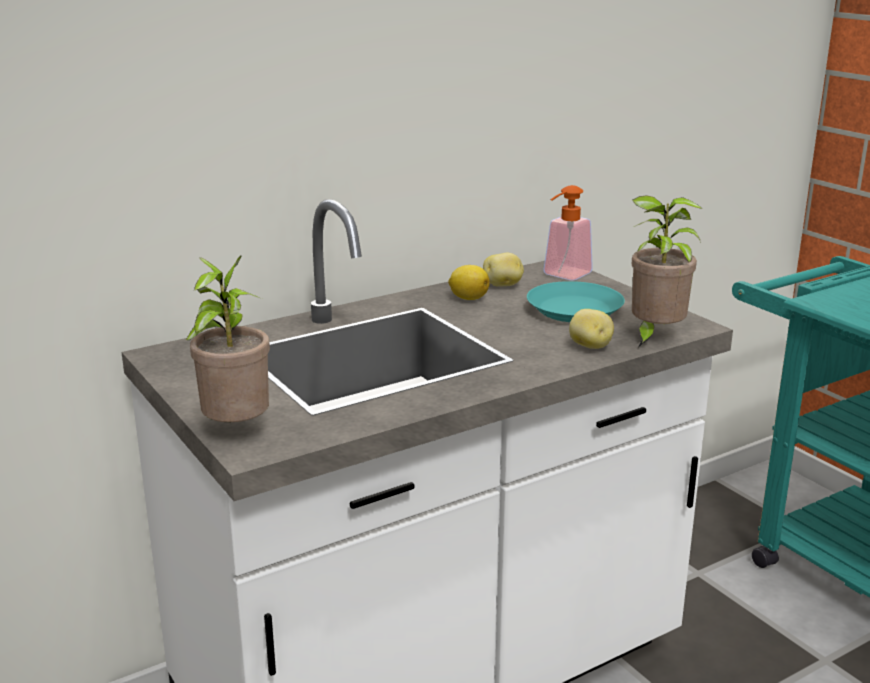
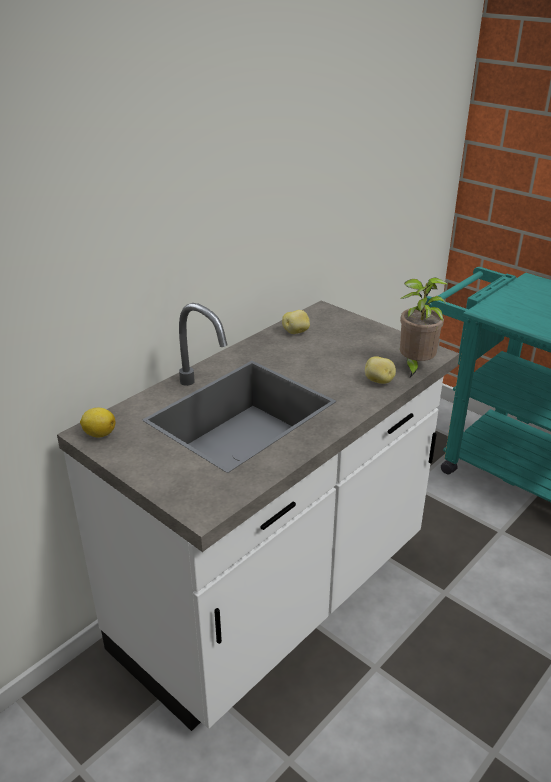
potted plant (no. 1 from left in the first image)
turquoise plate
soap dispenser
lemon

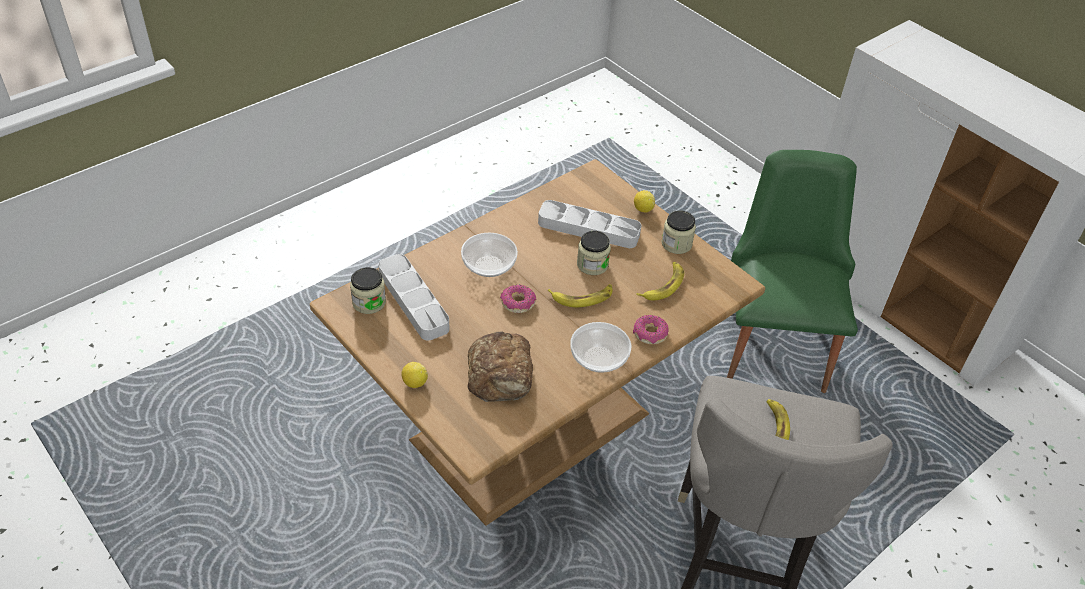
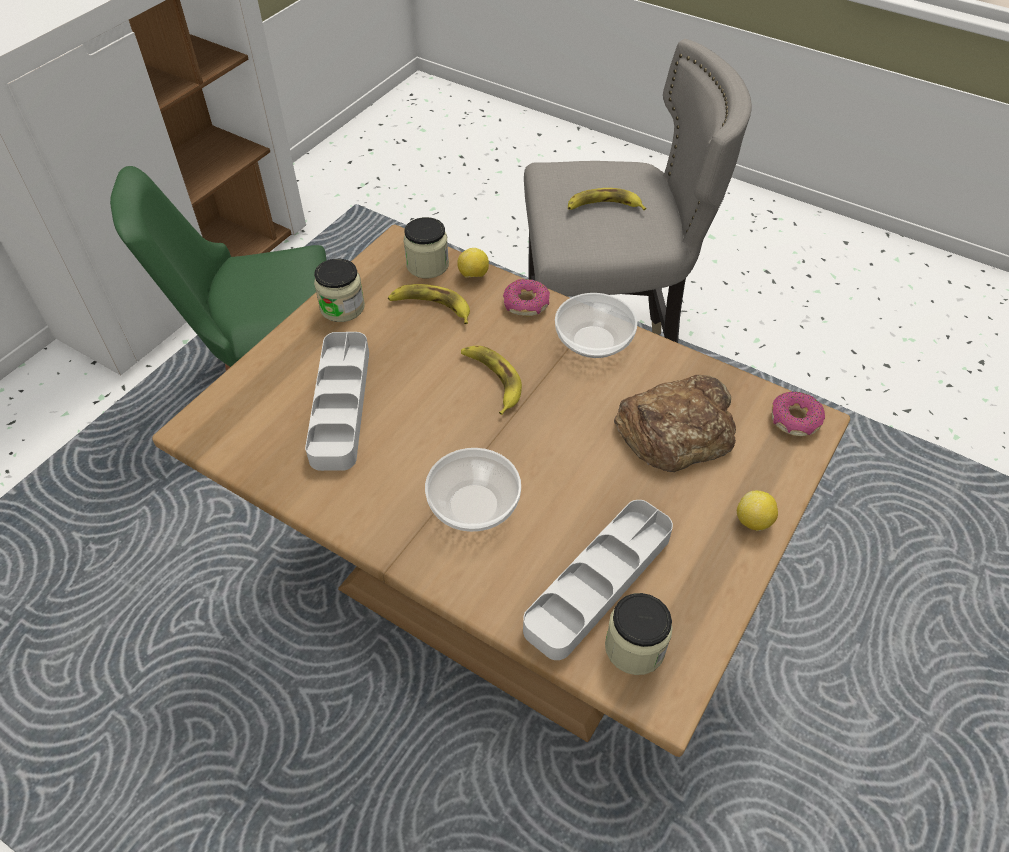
donut (no. 2 from left)
jar (no. 2 from left)
lemon (no. 1 from left)

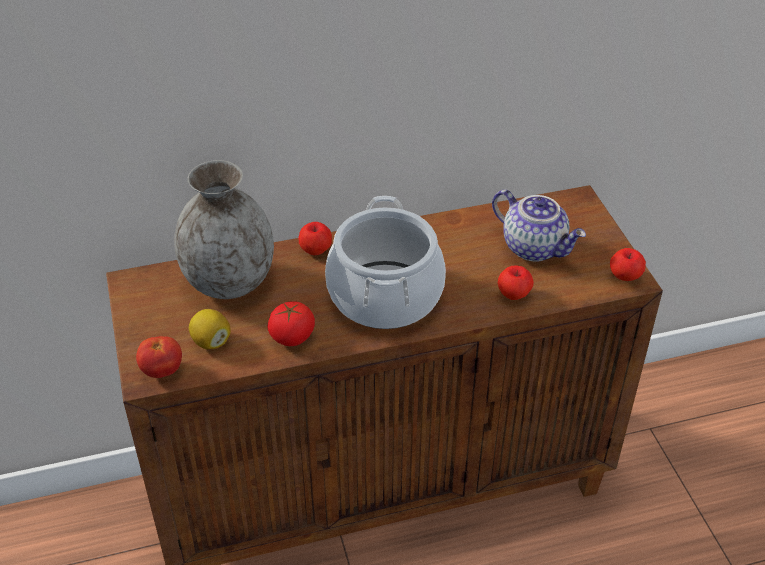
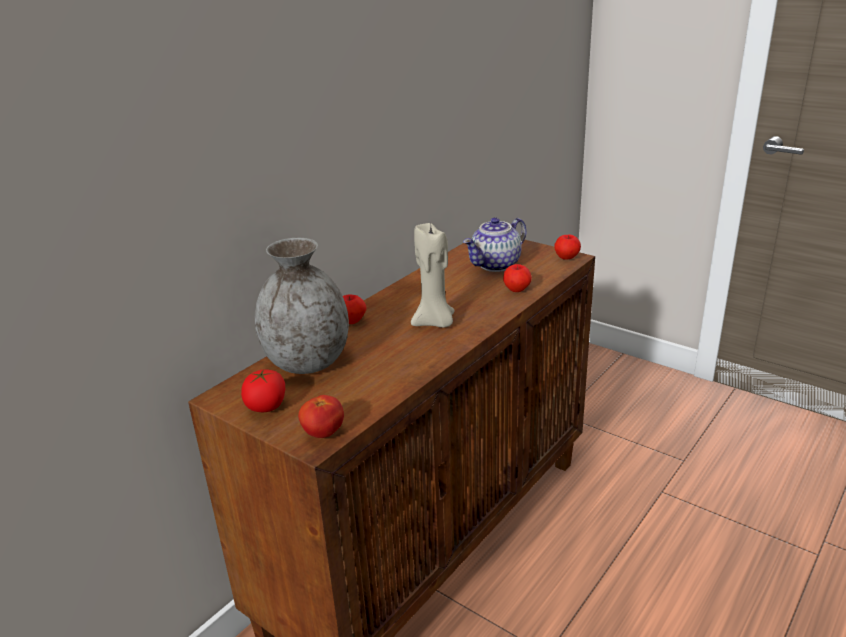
lemon
tomato (no. 1 from left)
beige candle
teapot

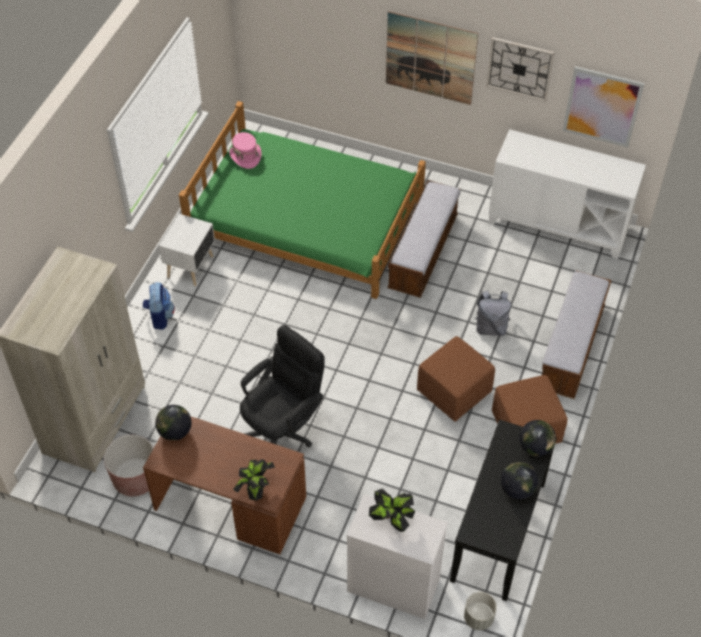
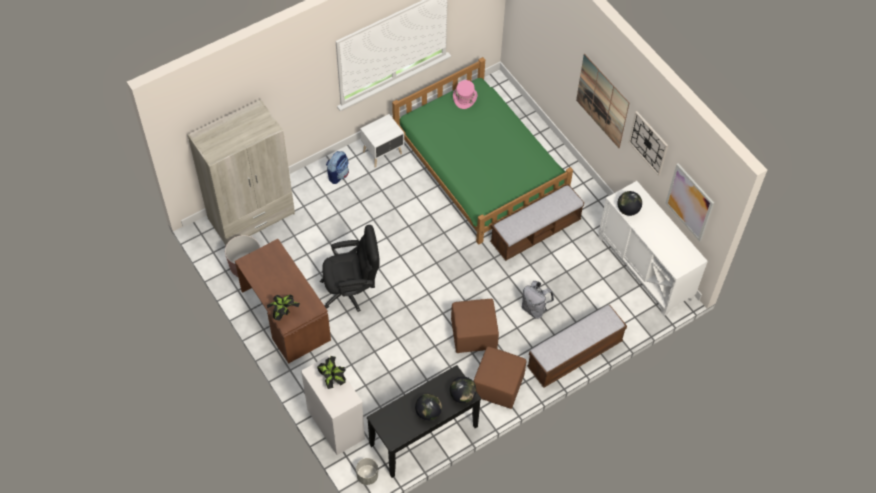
globe (no. 3 from left)

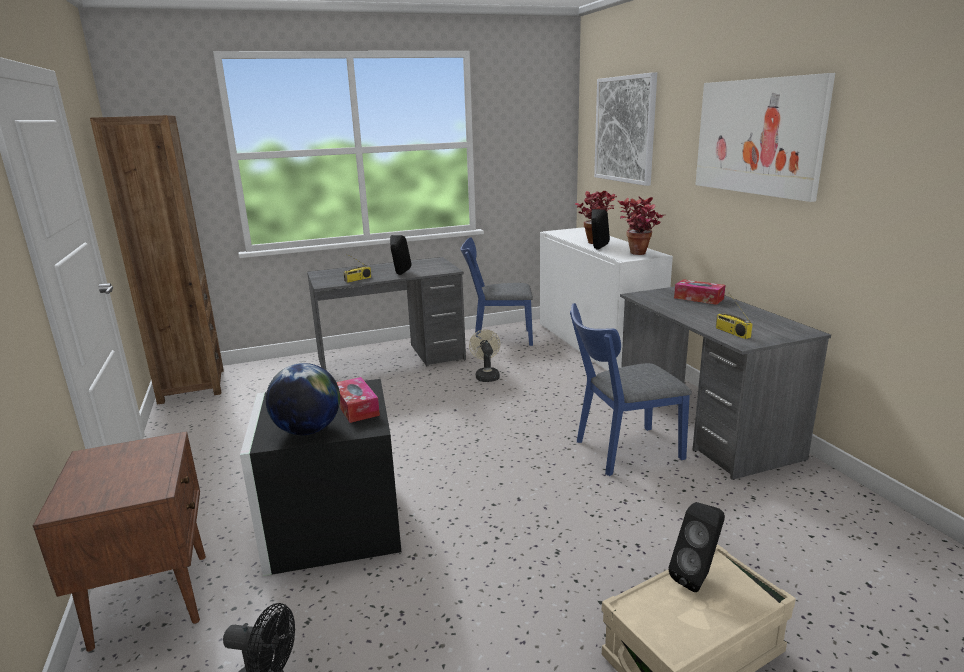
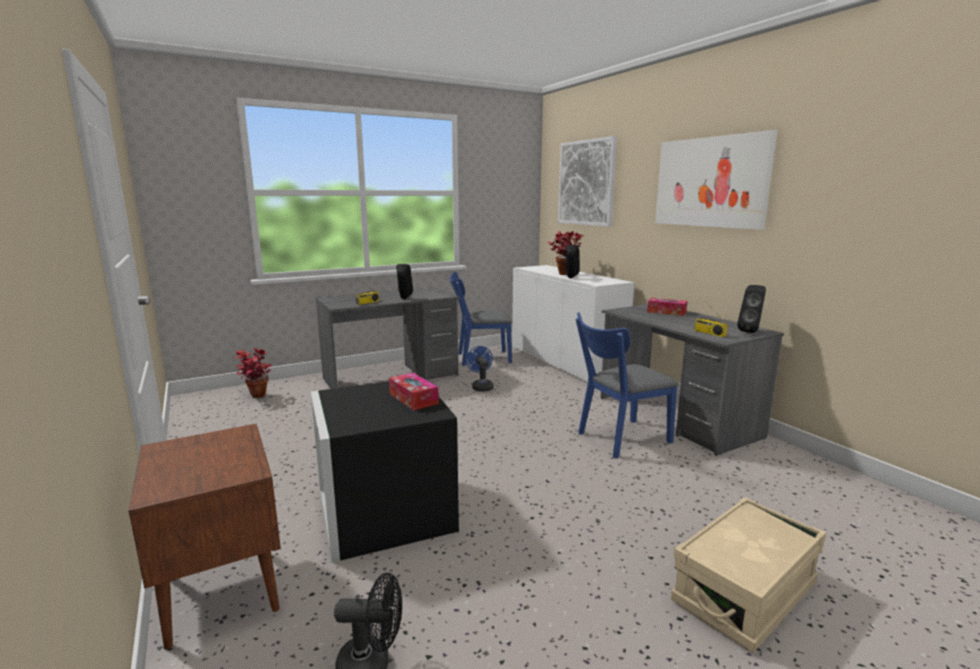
brown bookcase
globe
potted plant (no. 1 from left)
black speaker (no. 3 from left)
blue fan

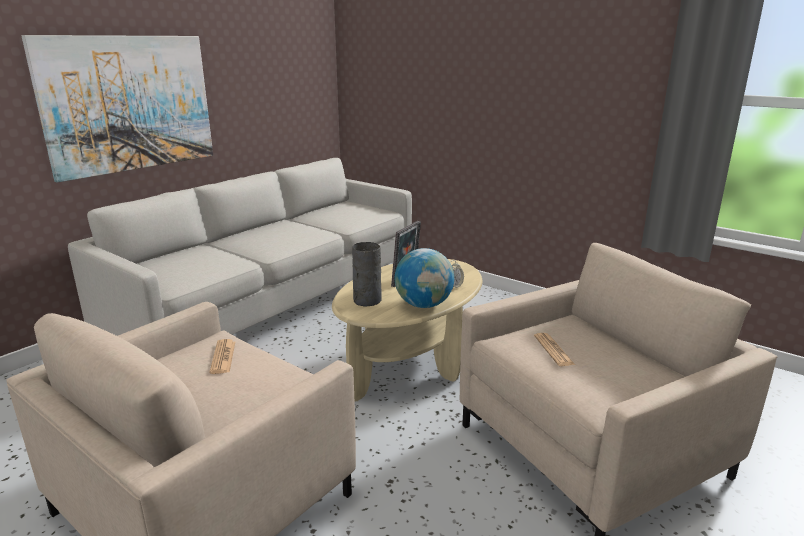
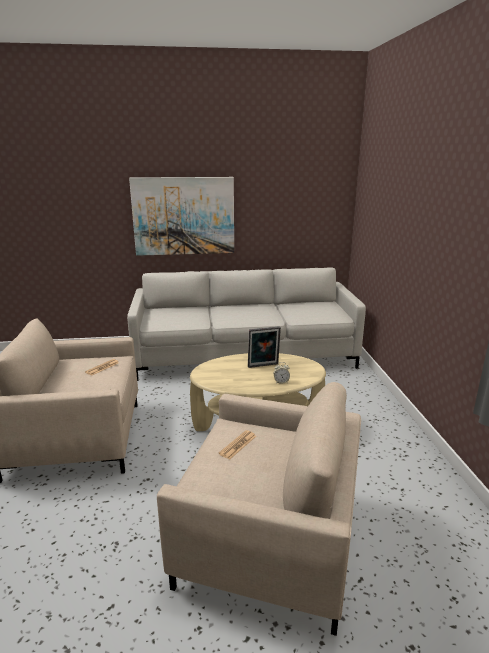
grey vase
globe

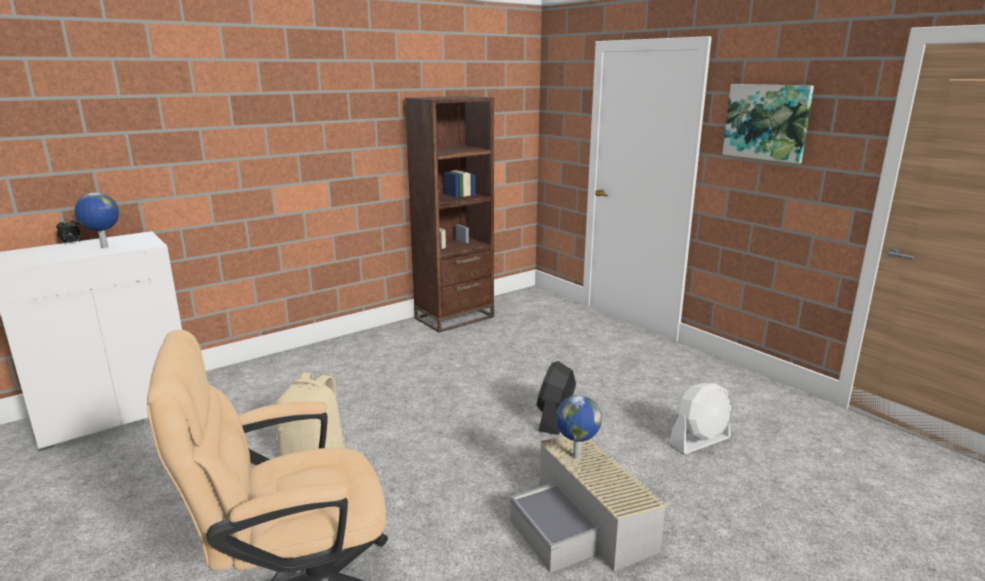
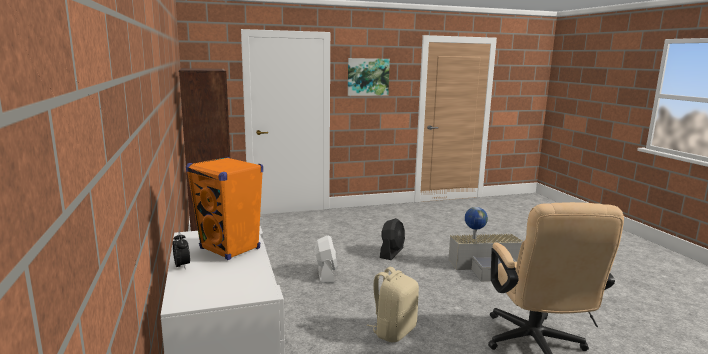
white fan
orange speaker
black fan

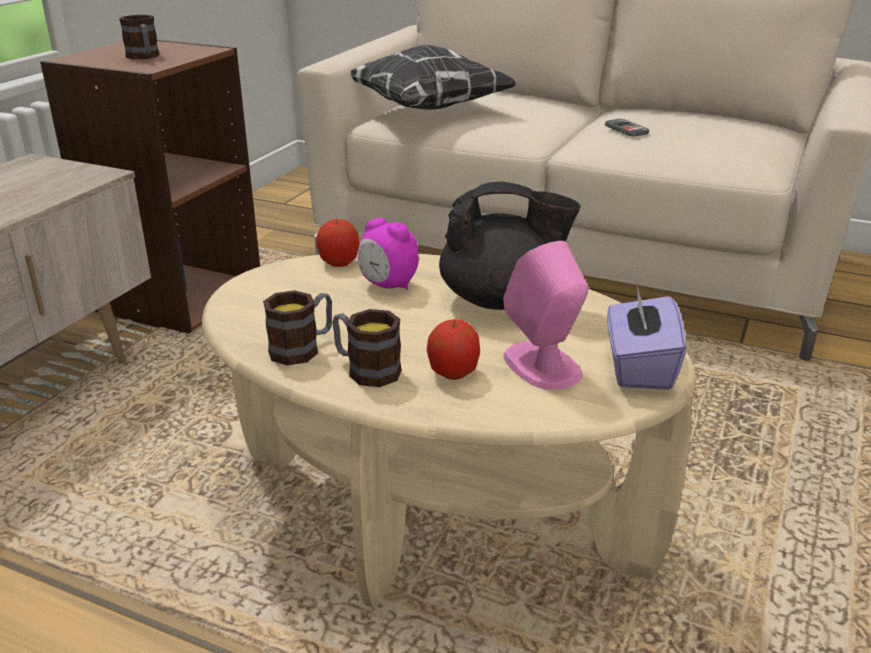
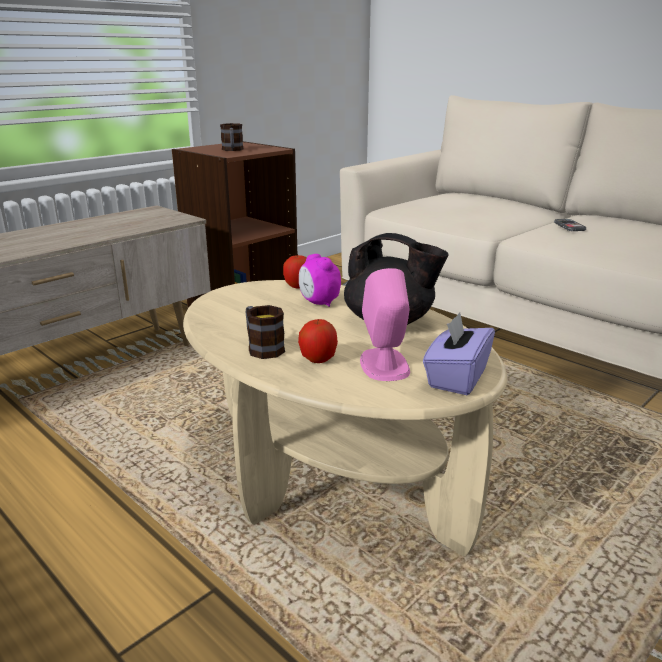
mug (no. 2 from left in the first image)
pillow

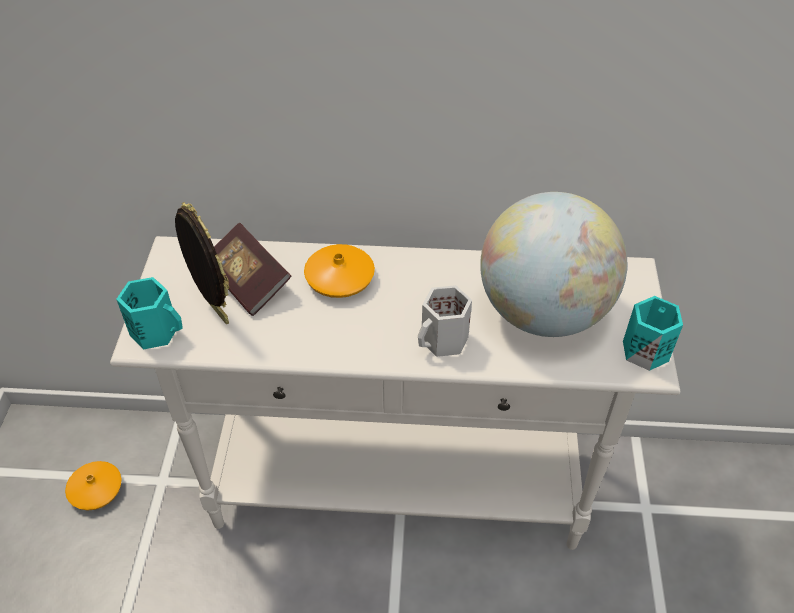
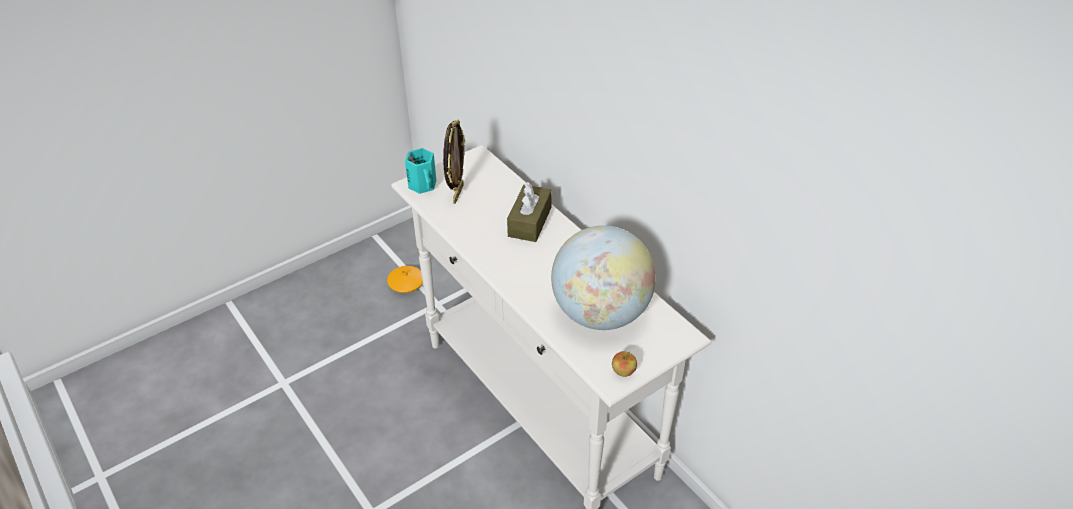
book
white mug
brown tissue box
apple

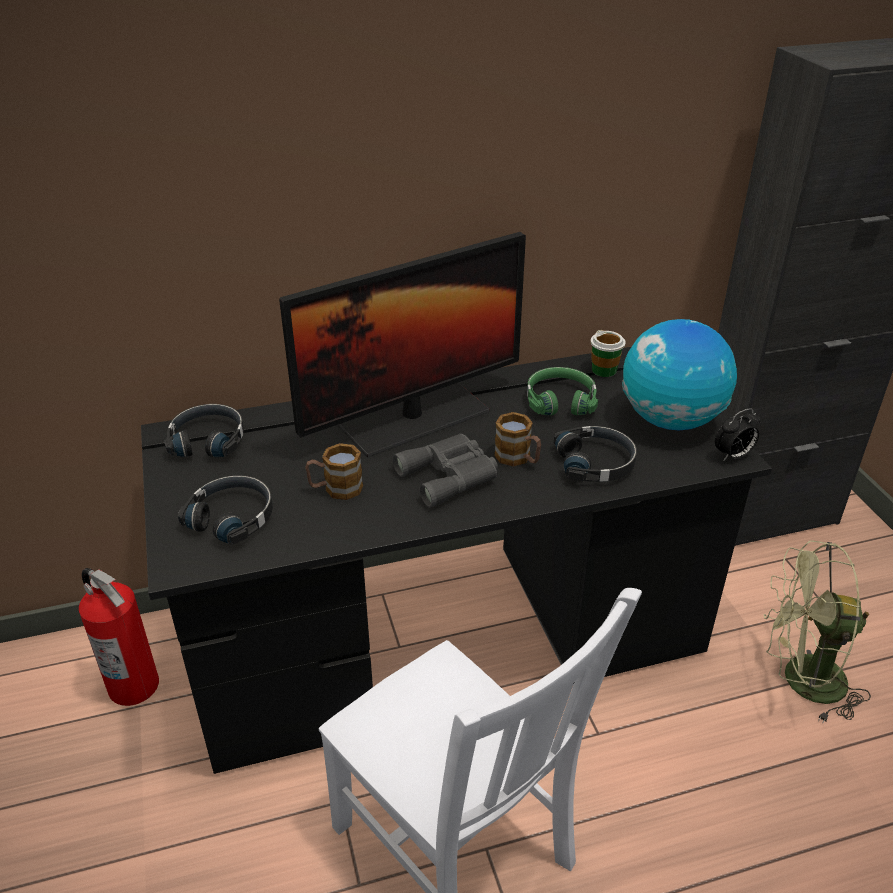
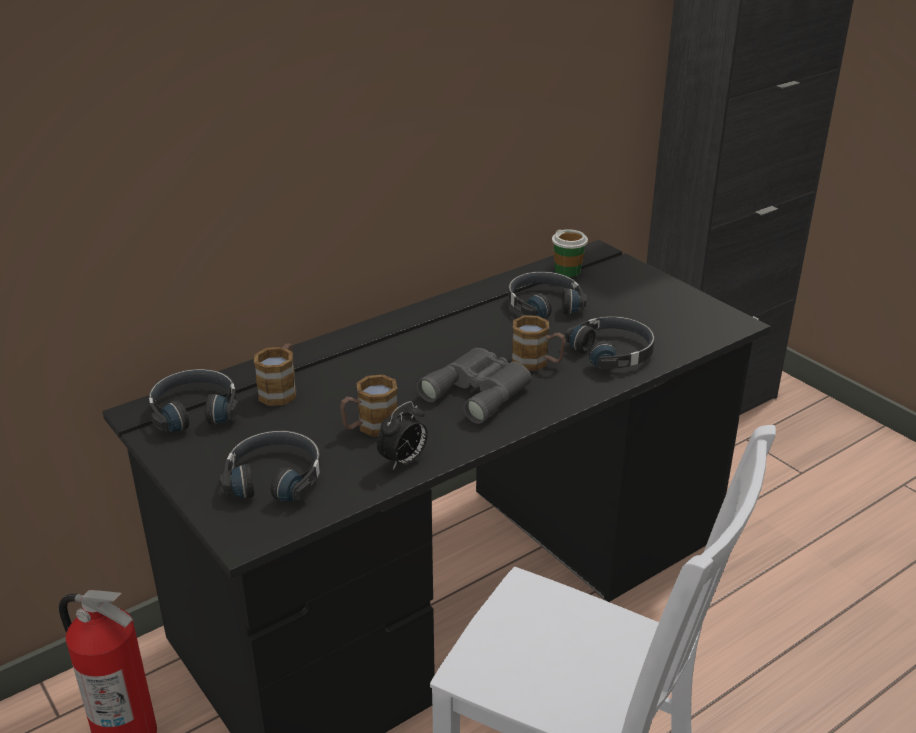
monitor
globe
green fan
mug (no. 1 from left)
alarm clock
black headphones (no. 3 from left)

